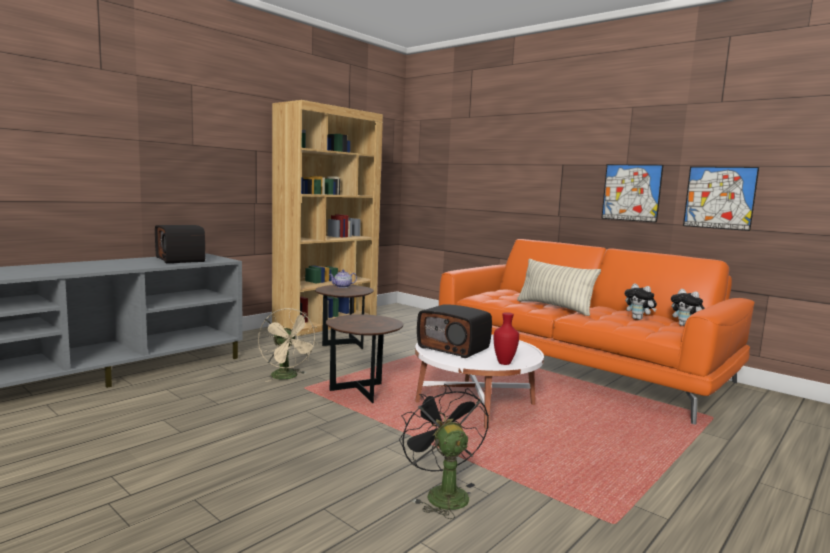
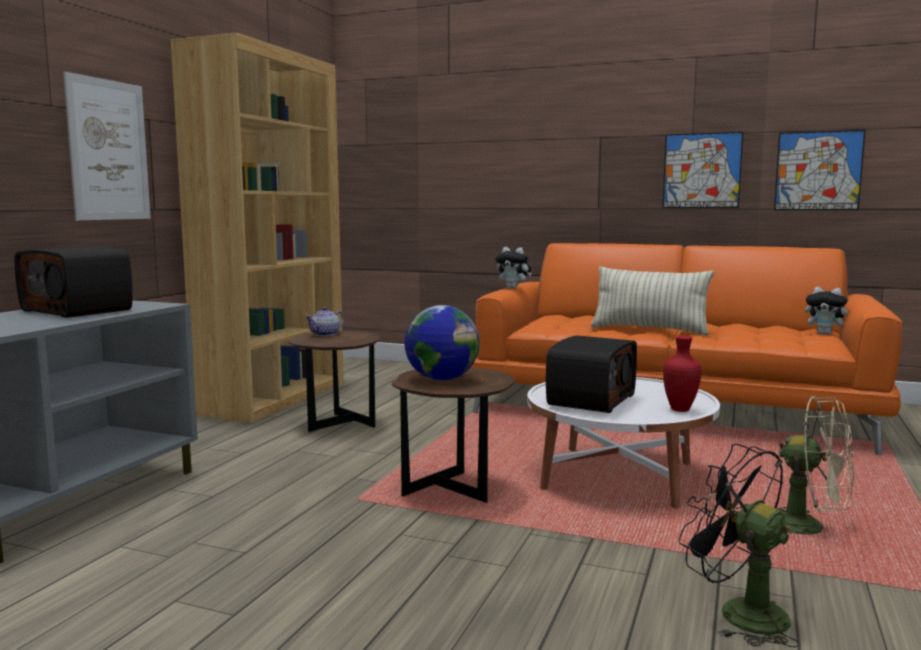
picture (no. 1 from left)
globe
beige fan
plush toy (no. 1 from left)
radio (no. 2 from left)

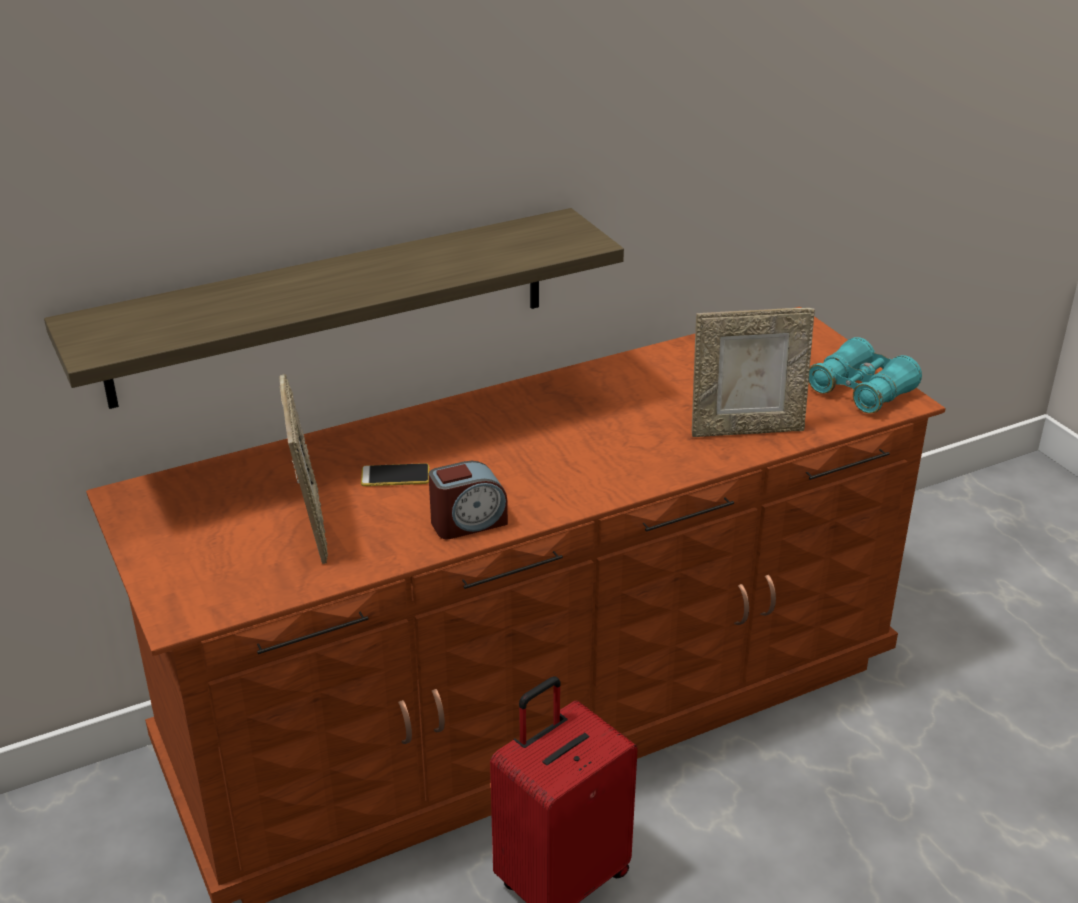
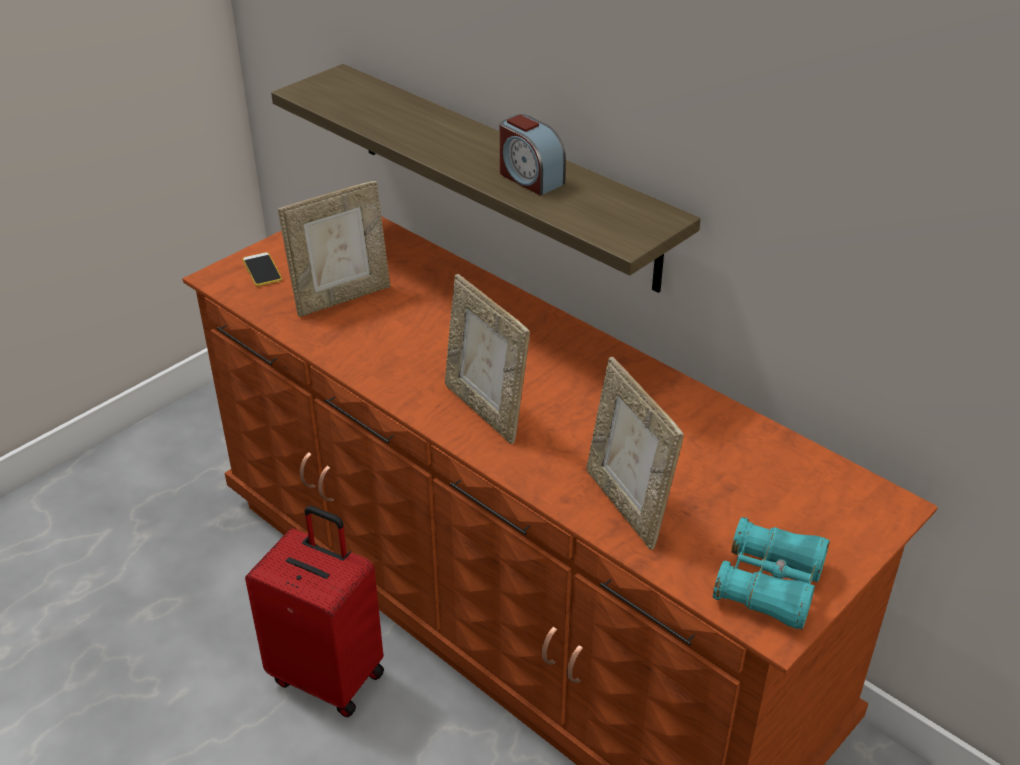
picture frame (no. 2 from left)
phone
alarm clock

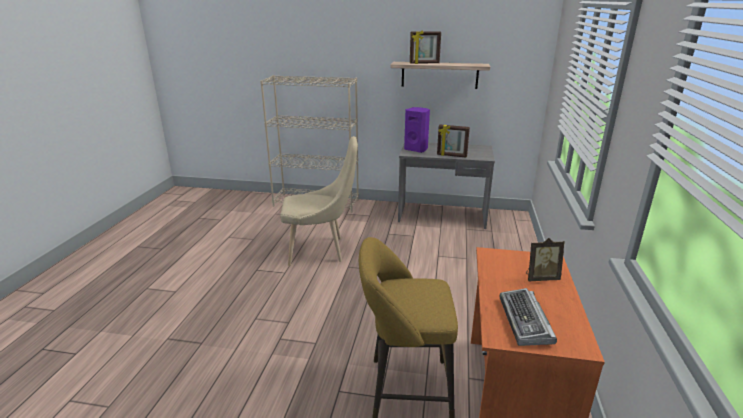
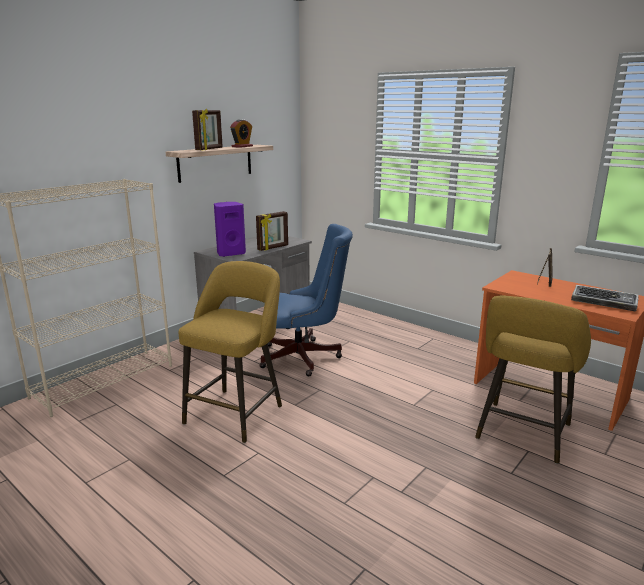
alarm clock
blue office chair
yellow stool (no. 1 from left)

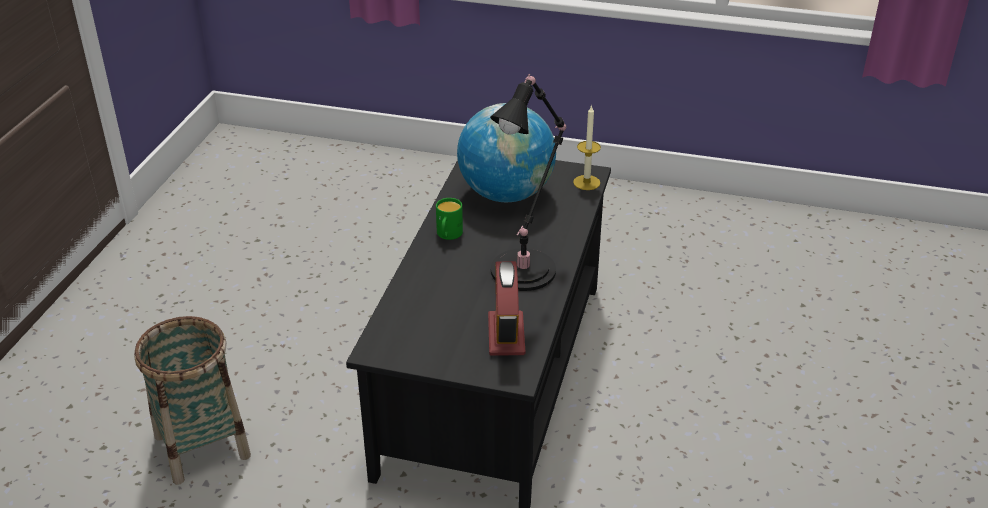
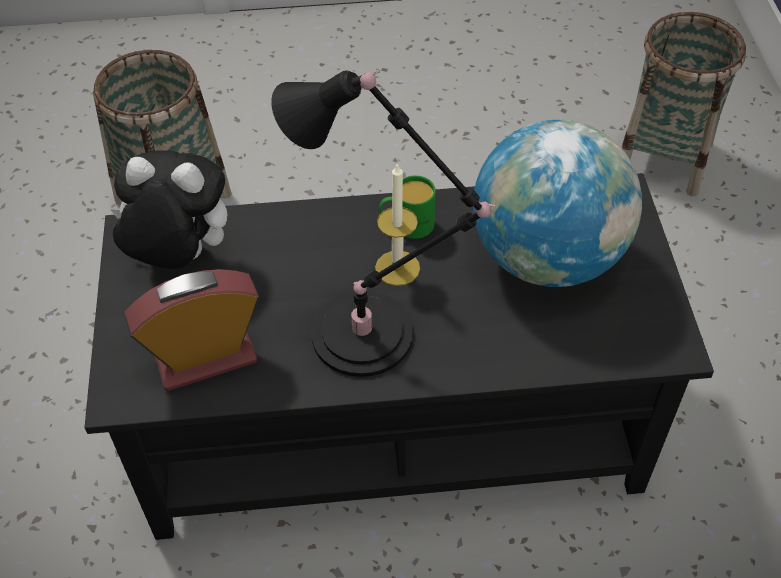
plush toy
basket (no. 2 from left)
candle

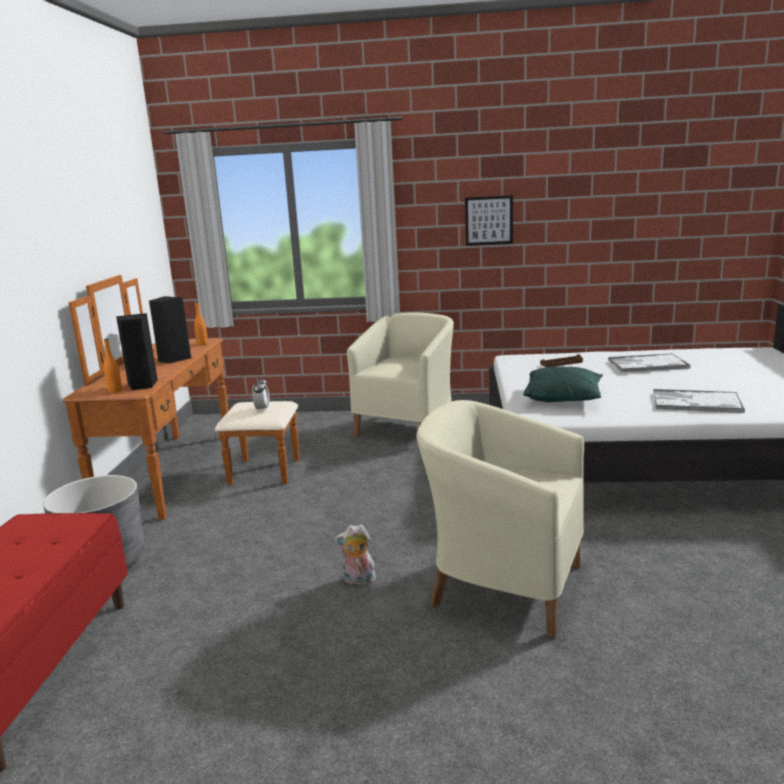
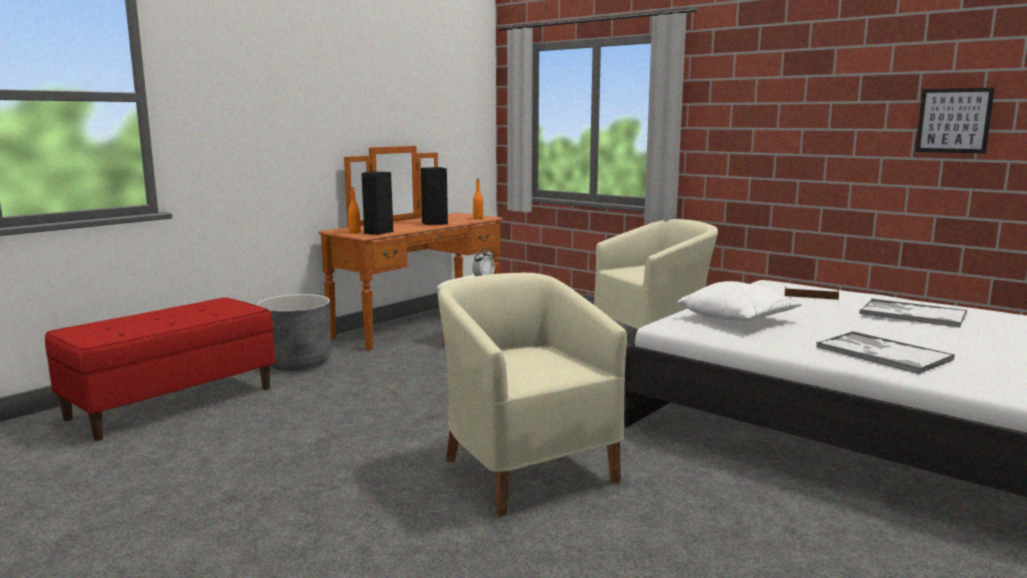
plush toy
picture
white pillow

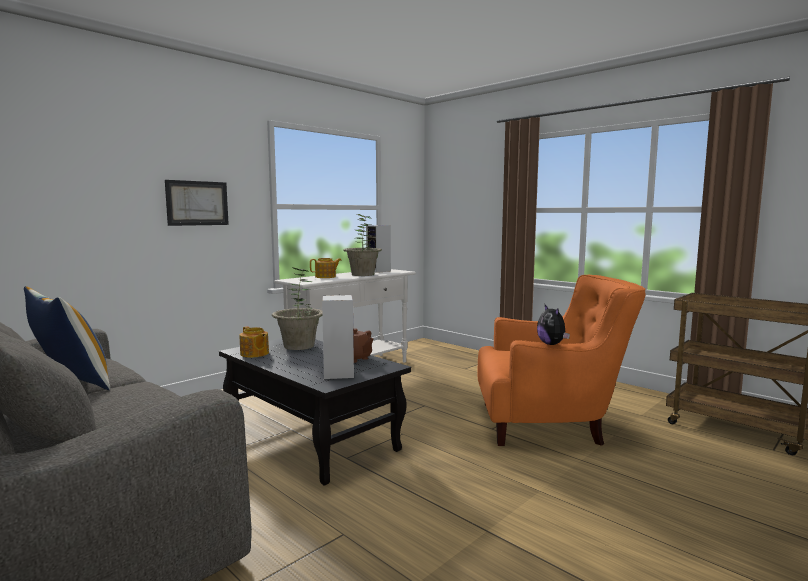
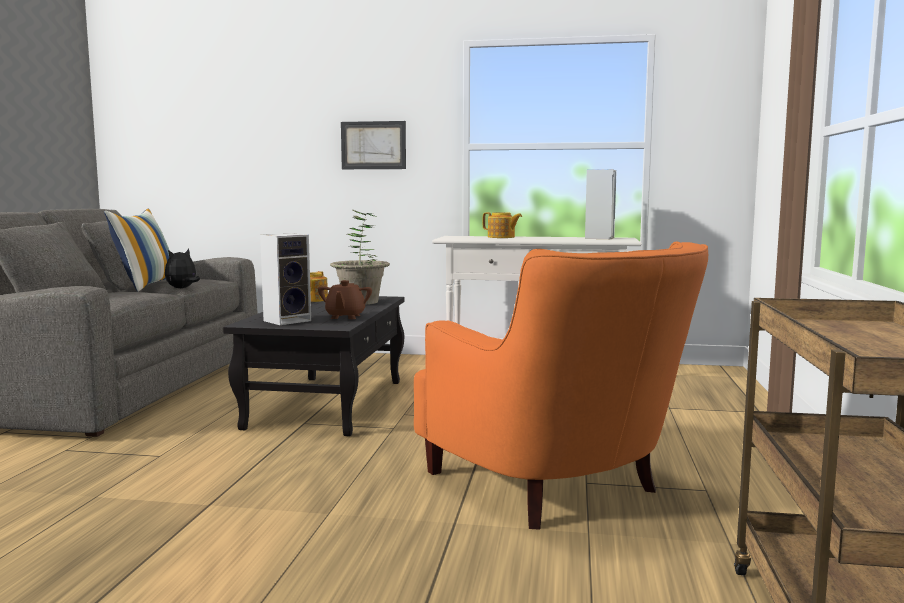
potted plant (no. 2 from left in the first image)
plush toy

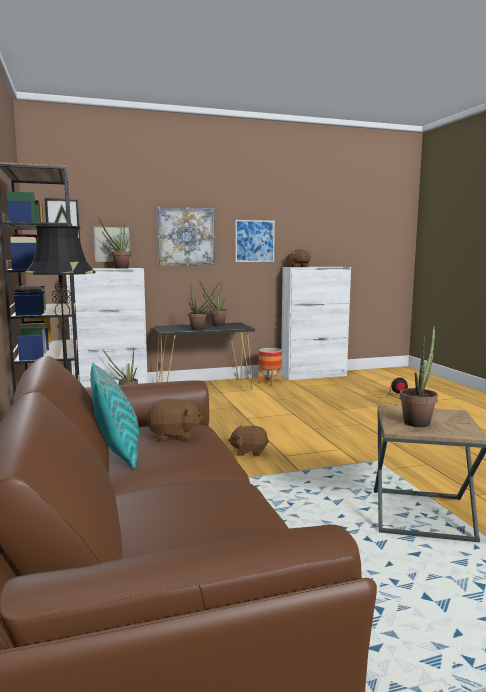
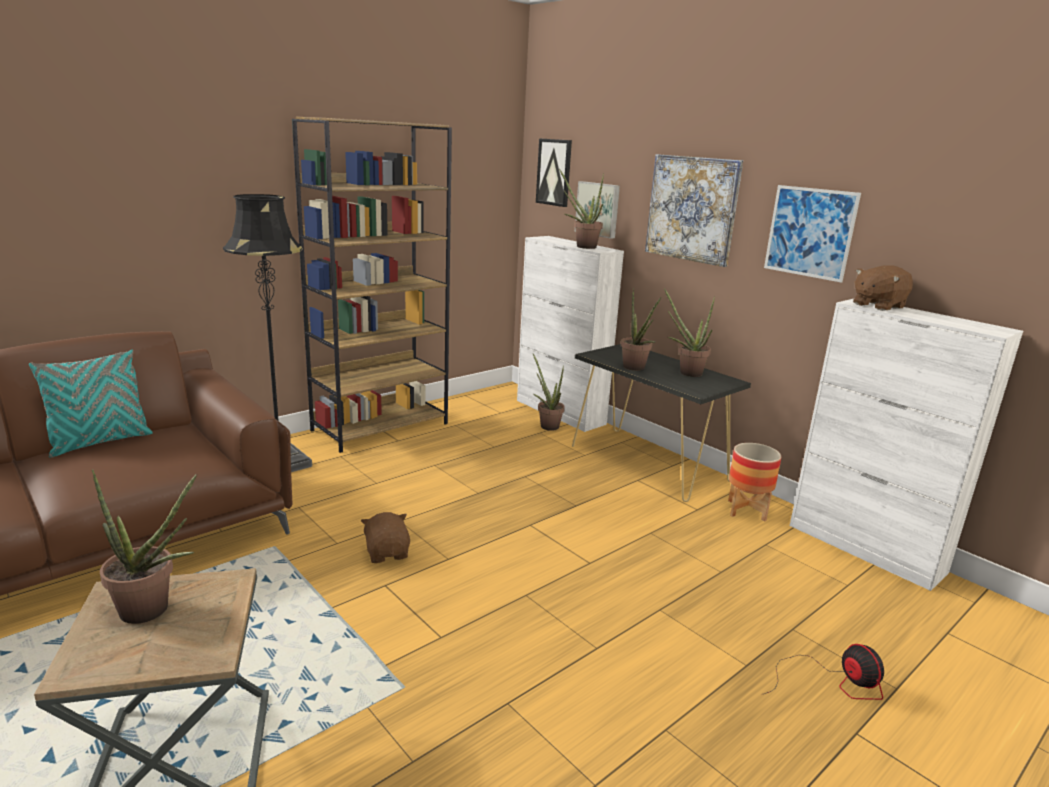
brown plush toy (no. 1 from left in the first image)

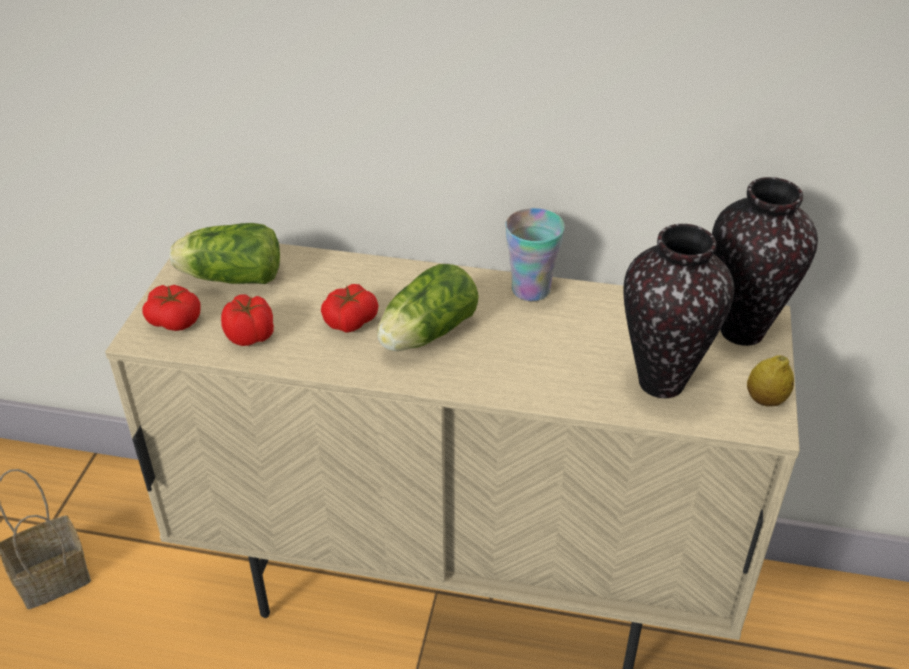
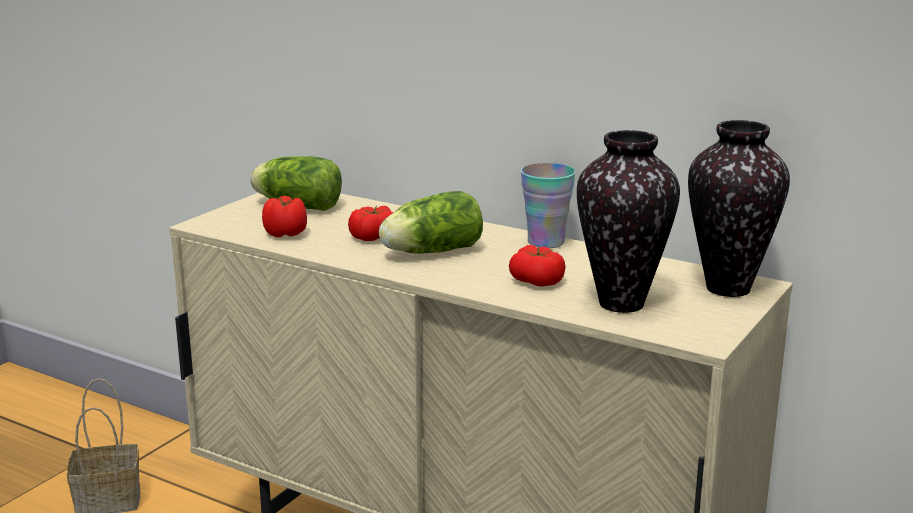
lemon
tomato (no. 3 from left)

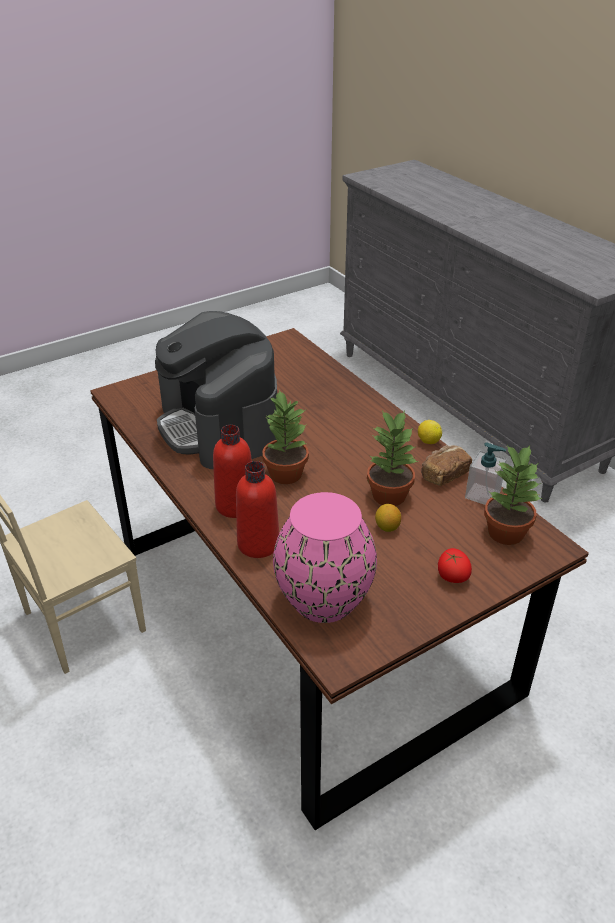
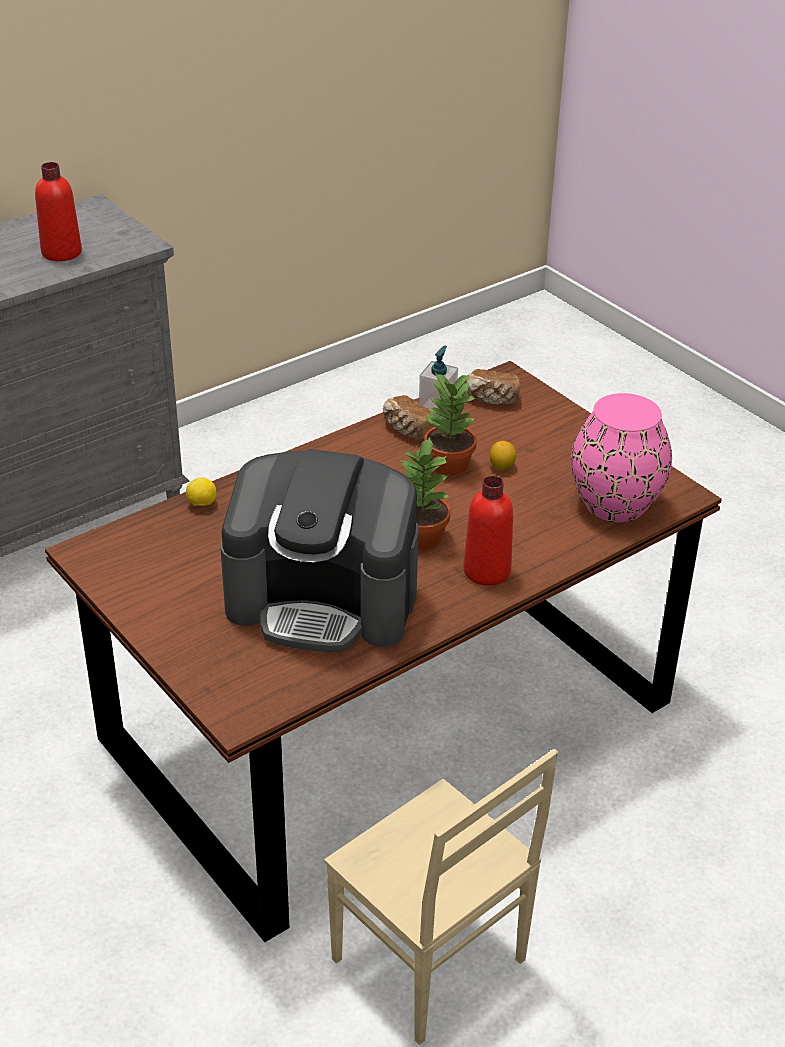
tomato
red bottle (no. 1 from left)
lemon (no. 1 from left)
bread (no. 2 from left)
coffee machine

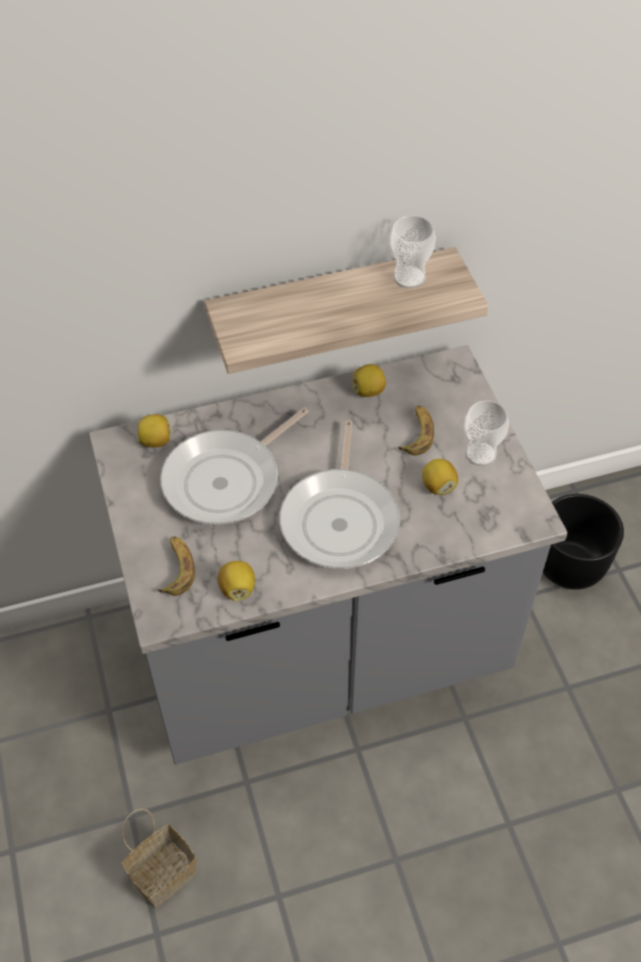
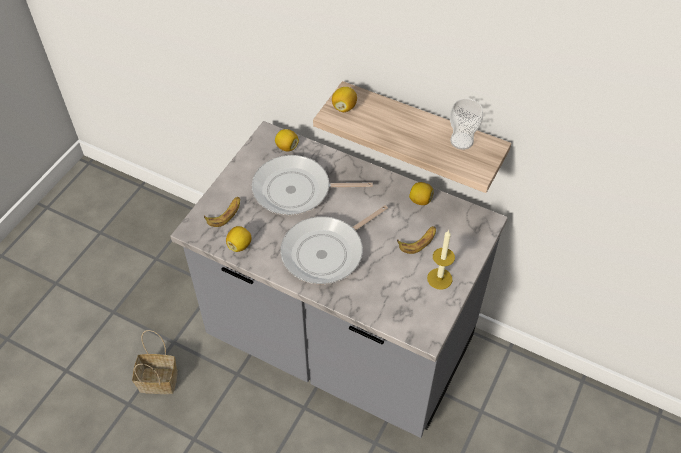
black planter
lemon (no. 3 from left)
candle

